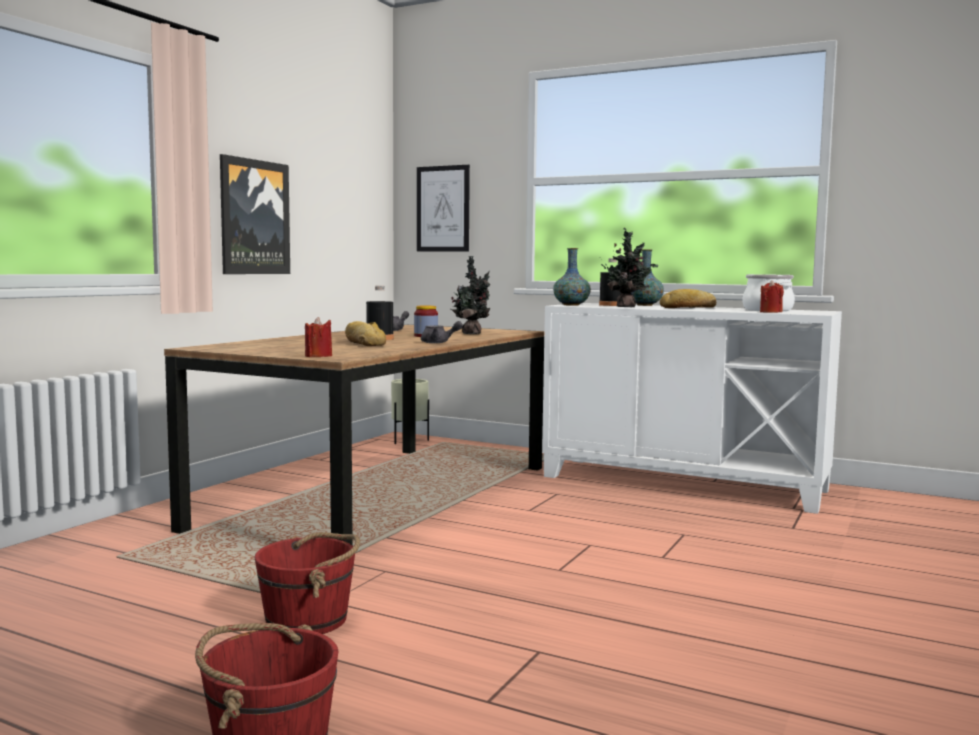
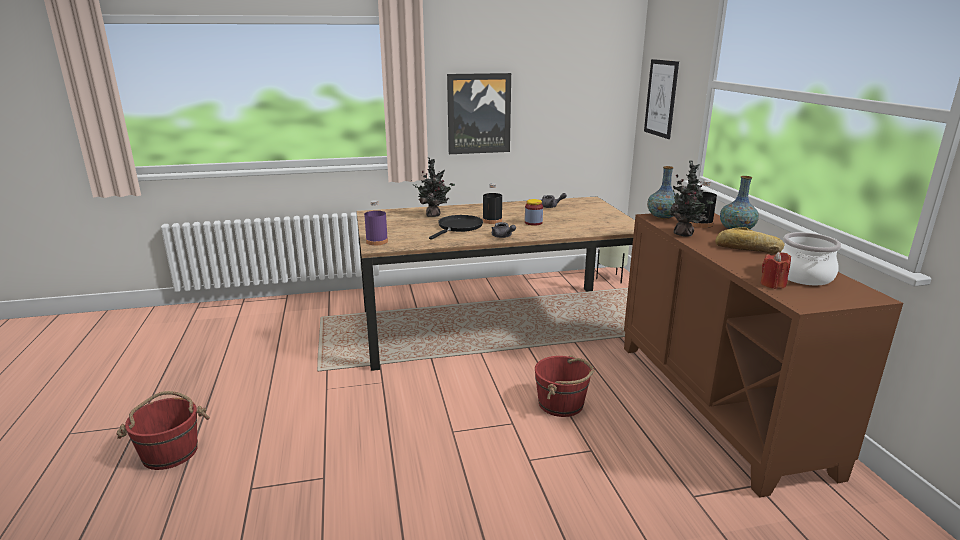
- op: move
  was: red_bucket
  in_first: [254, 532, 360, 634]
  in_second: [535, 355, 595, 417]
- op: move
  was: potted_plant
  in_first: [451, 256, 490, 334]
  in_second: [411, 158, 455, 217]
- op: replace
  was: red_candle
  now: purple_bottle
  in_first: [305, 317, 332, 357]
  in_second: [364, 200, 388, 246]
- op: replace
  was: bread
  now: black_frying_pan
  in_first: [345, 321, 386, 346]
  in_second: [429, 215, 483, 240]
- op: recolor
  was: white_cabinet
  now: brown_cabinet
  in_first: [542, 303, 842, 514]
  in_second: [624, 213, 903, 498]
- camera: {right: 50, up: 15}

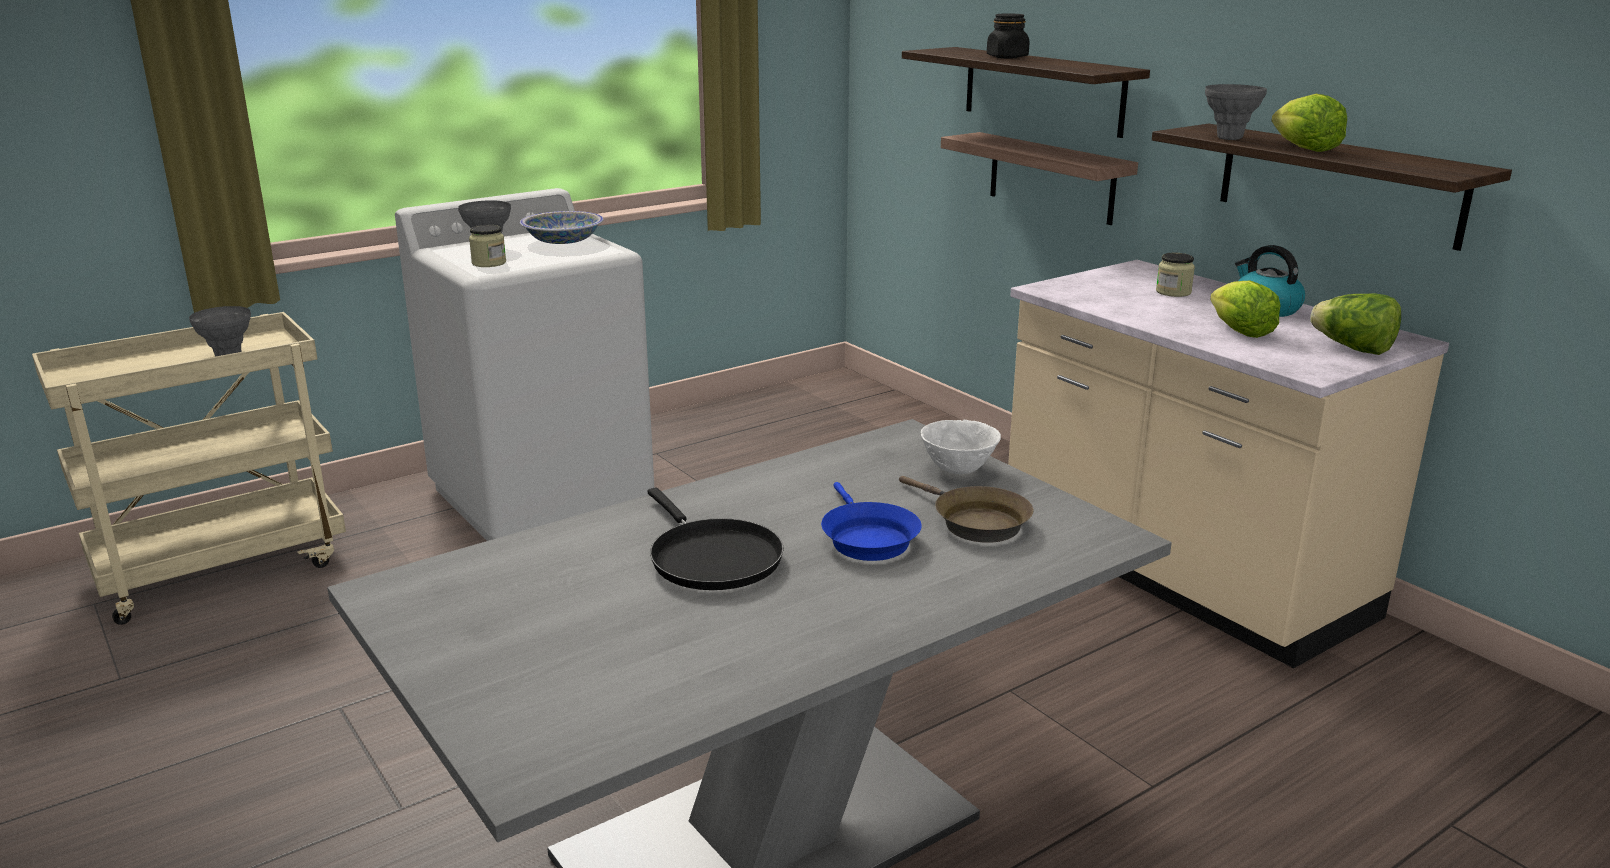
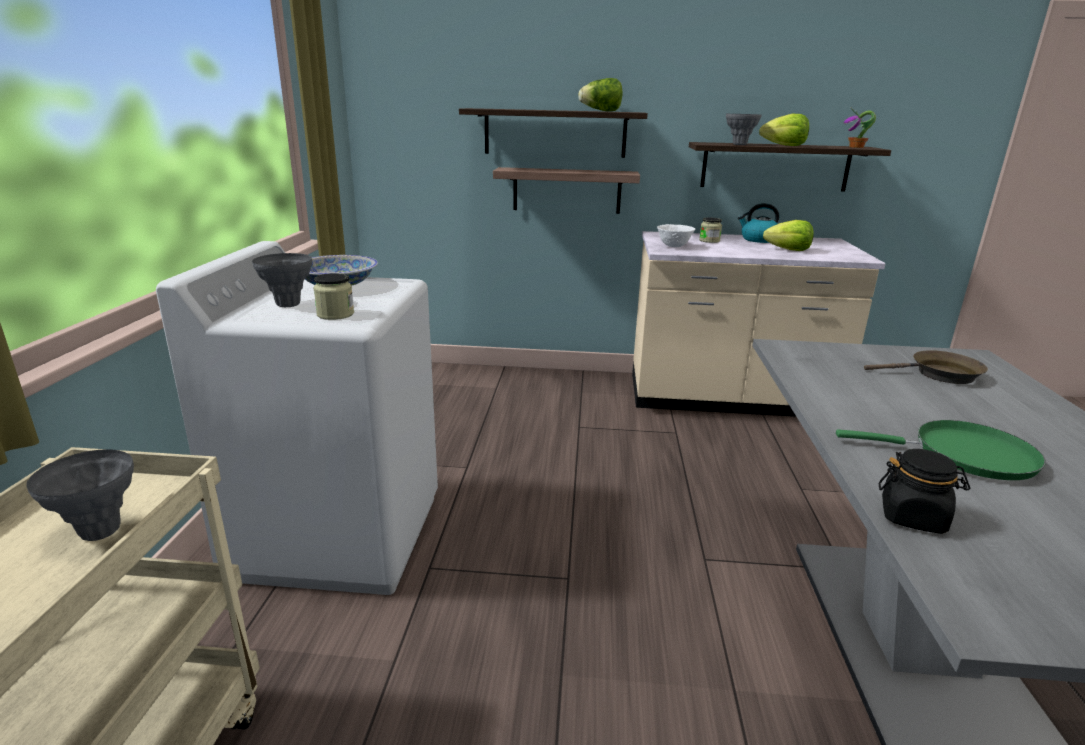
- op: delete
  was: blue_frying_pan
  in_first: [821, 482, 922, 561]
- op: insert
  now: potted_plant
  in_second: [844, 107, 876, 148]
- op: move
  was: white_bowl
  in_first: [921, 420, 1001, 474]
  in_second: [657, 224, 695, 247]
- op: move
  was: black_jar
  in_first: [987, 13, 1030, 58]
  in_second: [878, 449, 970, 534]
- op: move
  was: lettuce
  in_first: [1310, 294, 1401, 355]
  in_second: [578, 78, 622, 111]
- op: recolor
  was: black_frying_pan
  now: green_frying_pan
  in_first: [648, 488, 784, 590]
  in_second: [836, 420, 1046, 480]
- camera: {right: -50, up: 0}

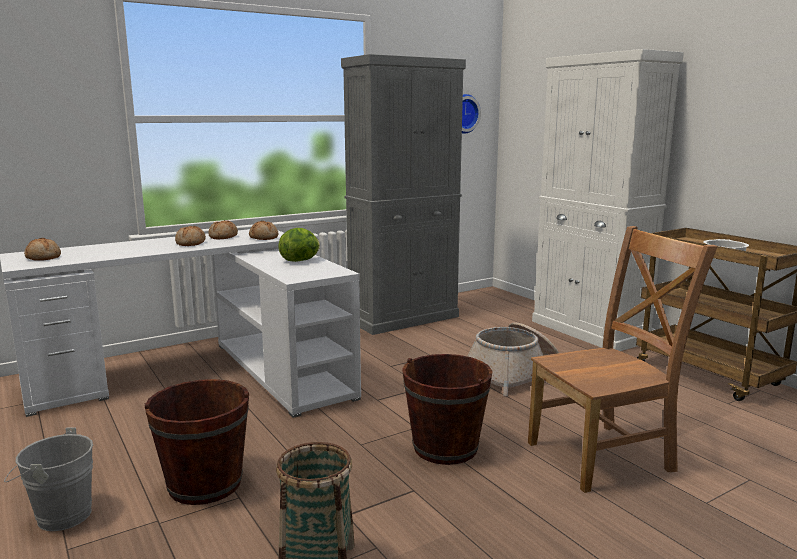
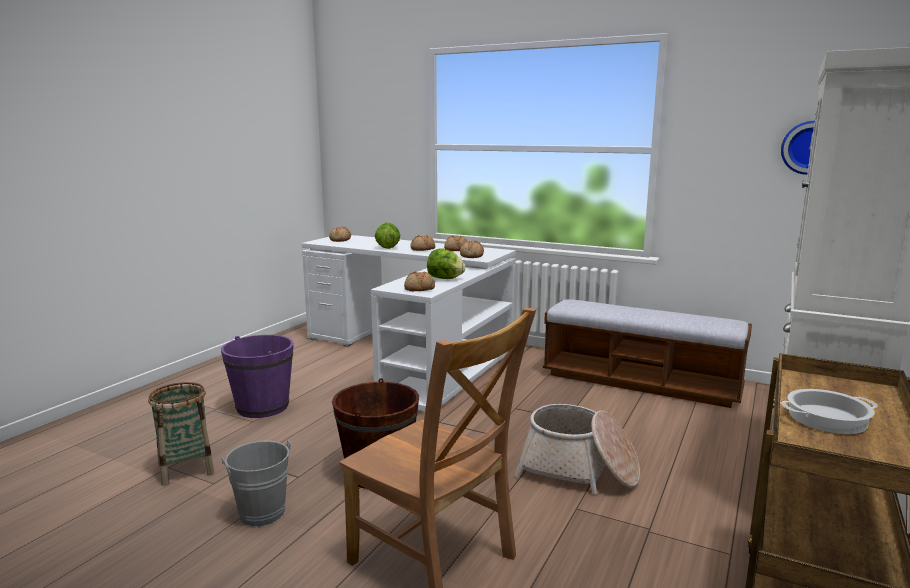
- op: insert
  now: lettuce
  in_second: [375, 222, 400, 249]
- op: insert
  now: bread
  in_second: [404, 271, 435, 291]
- op: move
  was: grey_bucket
  in_first: [4, 427, 93, 531]
  in_second: [222, 440, 291, 527]
- op: replace
  was: grey_cabinet
  now: bench
  in_first: [341, 54, 466, 335]
  in_second: [543, 299, 752, 408]
- op: recolor
  was: brown_bucket
  now: purple_bucket
  in_first: [145, 379, 249, 505]
  in_second: [221, 335, 294, 418]
- camera: {right: 60, up: 0}

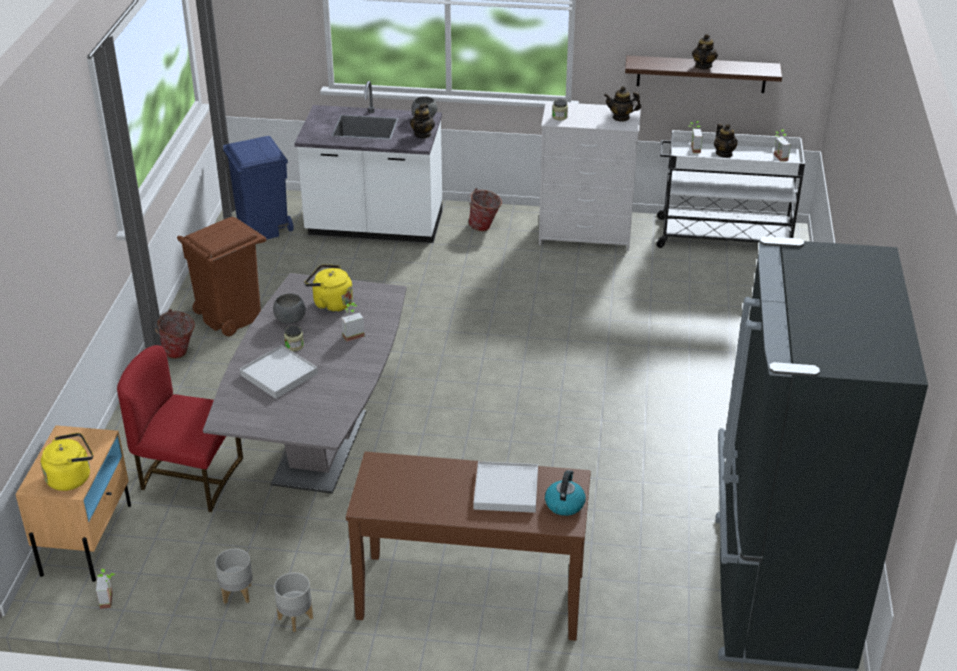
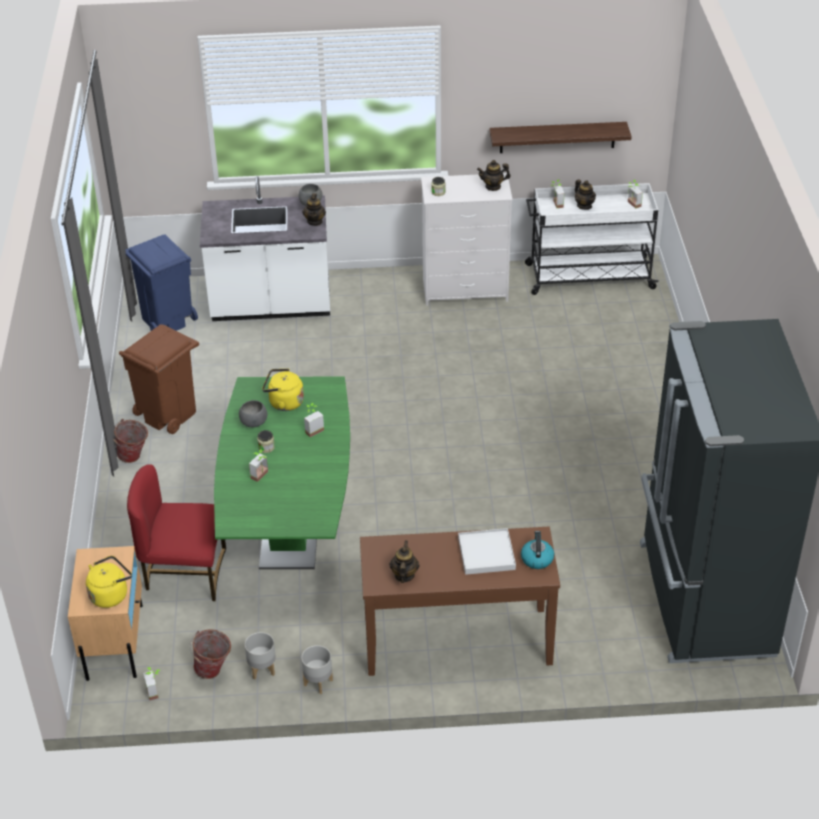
- op: move
  was: bucket
  in_first: [468, 188, 502, 231]
  in_second: [190, 629, 231, 679]
- op: move
  was: teapot
  in_first: [692, 34, 718, 69]
  in_second: [389, 541, 420, 583]
- op: replace
  was: white_tray
  now: potted_plant
  in_first: [240, 345, 318, 399]
  in_second: [249, 450, 268, 482]
- op: recolor
  was: grey_dining_table
  now: green_dining_table
  in_first: [203, 273, 407, 494]
  in_second: [214, 376, 350, 569]
- camera: {right: -10, up: 5}

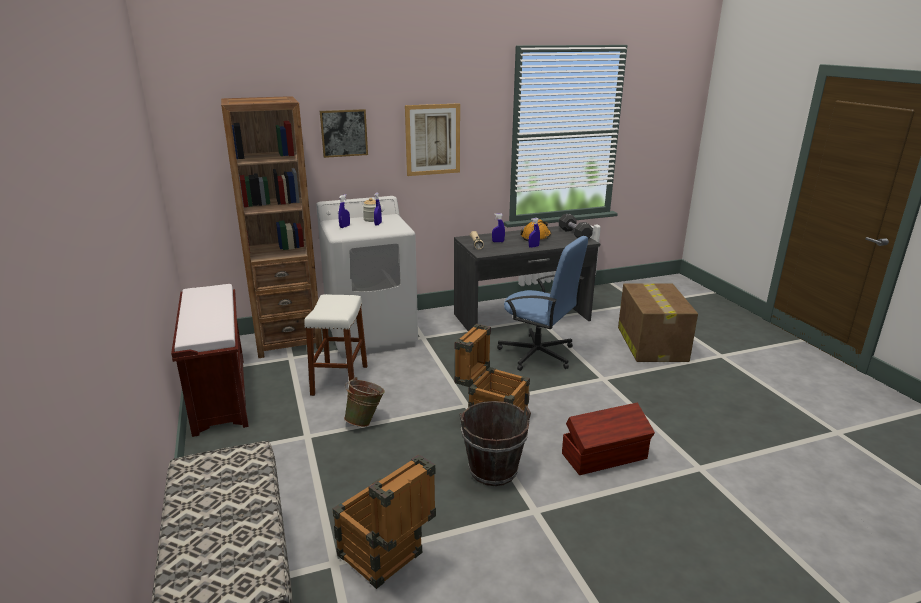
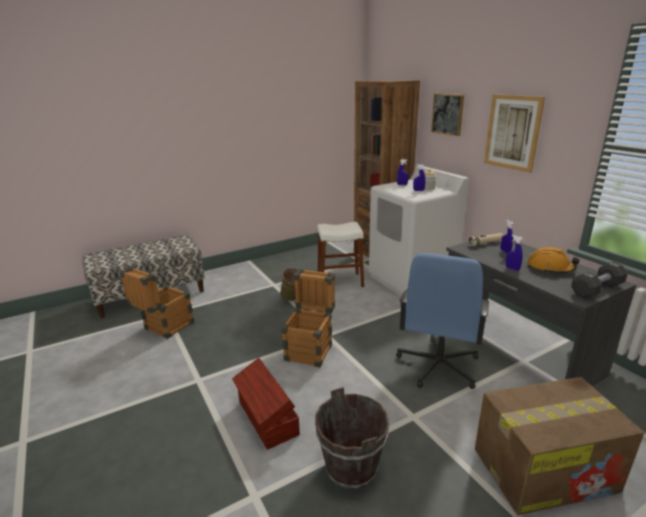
- op: delete
  was: brown_bench
  in_first: [171, 284, 249, 437]
- op: move
  was: brown_bucket
  in_first: [459, 401, 531, 486]
  in_second: [315, 387, 390, 489]
- camera: {right: 80, up: 0}

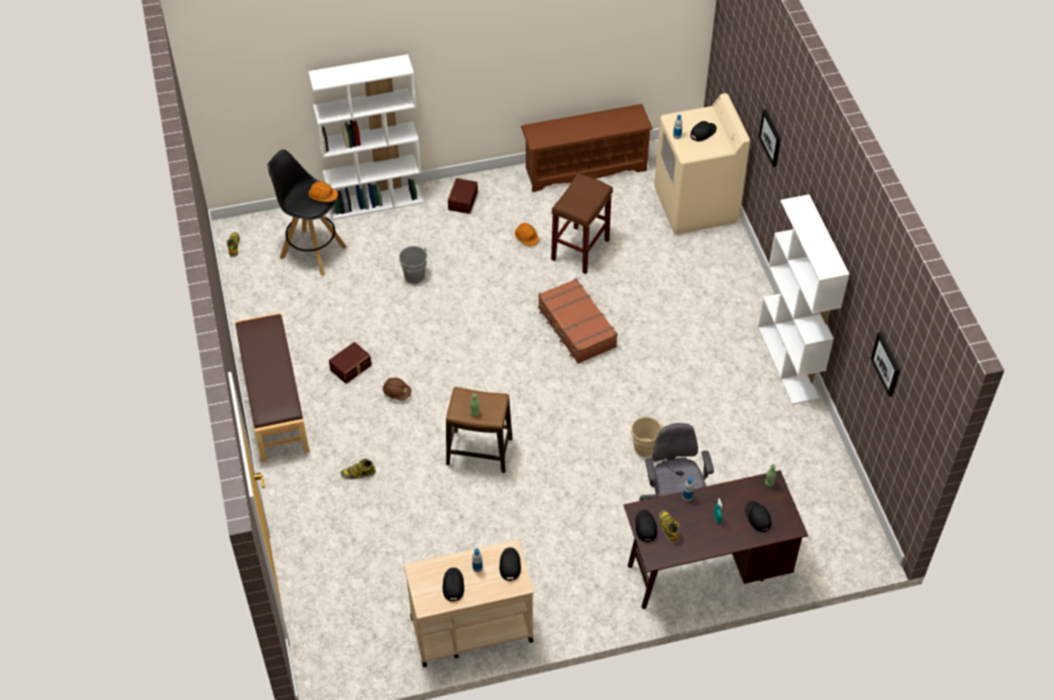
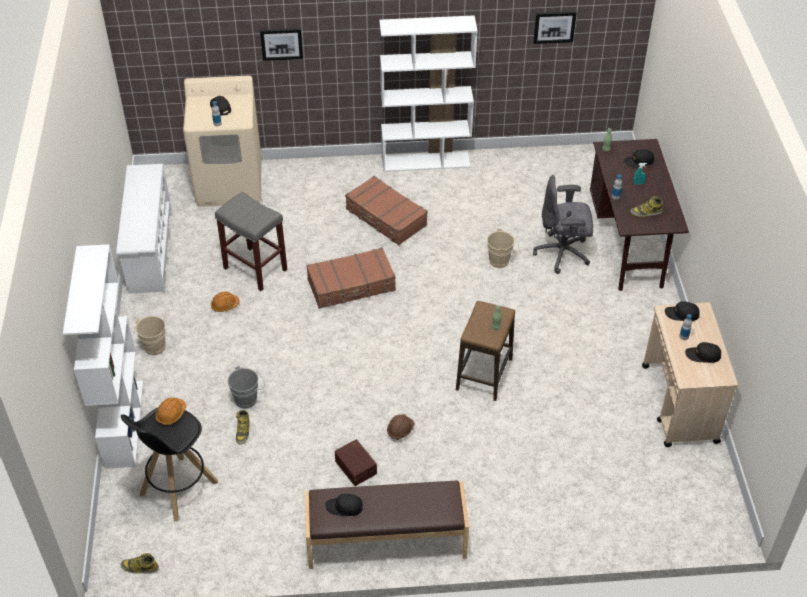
- op: insert
  now: brown_suitcase
  in_second: [345, 176, 428, 245]
- op: move
  was: boot
  in_first: [340, 458, 376, 480]
  in_second: [236, 410, 250, 445]
- op: move
  was: black_cap
  in_first: [635, 510, 657, 542]
  in_second: [325, 494, 363, 516]
- op: replace
  was: brown_storage_box
  now: beige_bucket
  in_first: [448, 178, 478, 214]
  in_second: [133, 316, 166, 355]
- op: recolor
  was: brown_shoe_rack
  now: white_shoe_rack
  in_first: [521, 104, 653, 192]
  in_second: [116, 164, 172, 294]
- op: recolor
  was: brown_stool
  now: grey_stool
  in_first: [551, 173, 613, 274]
  in_second: [215, 192, 287, 291]
- camera: {right: -80, up: -5}

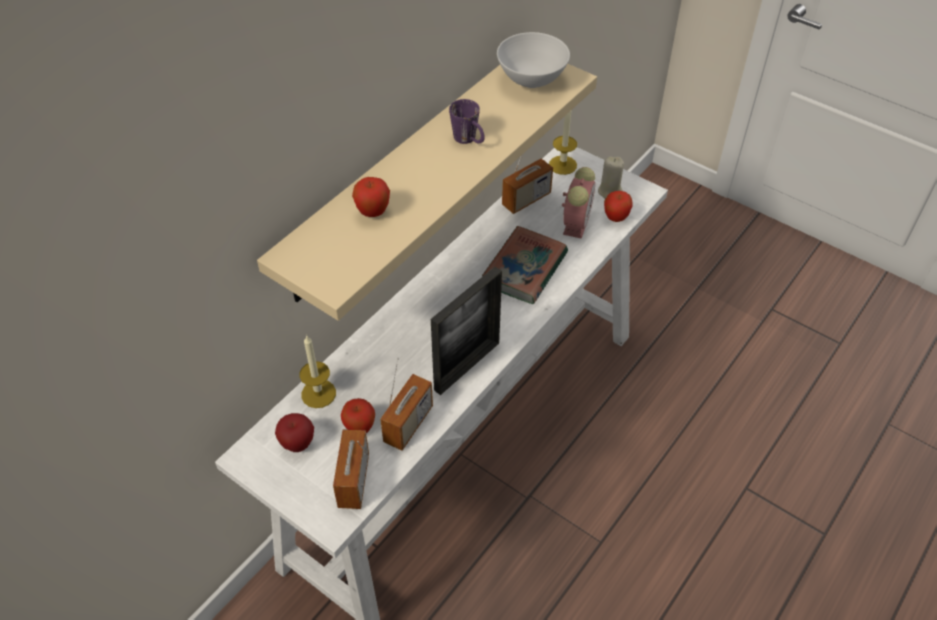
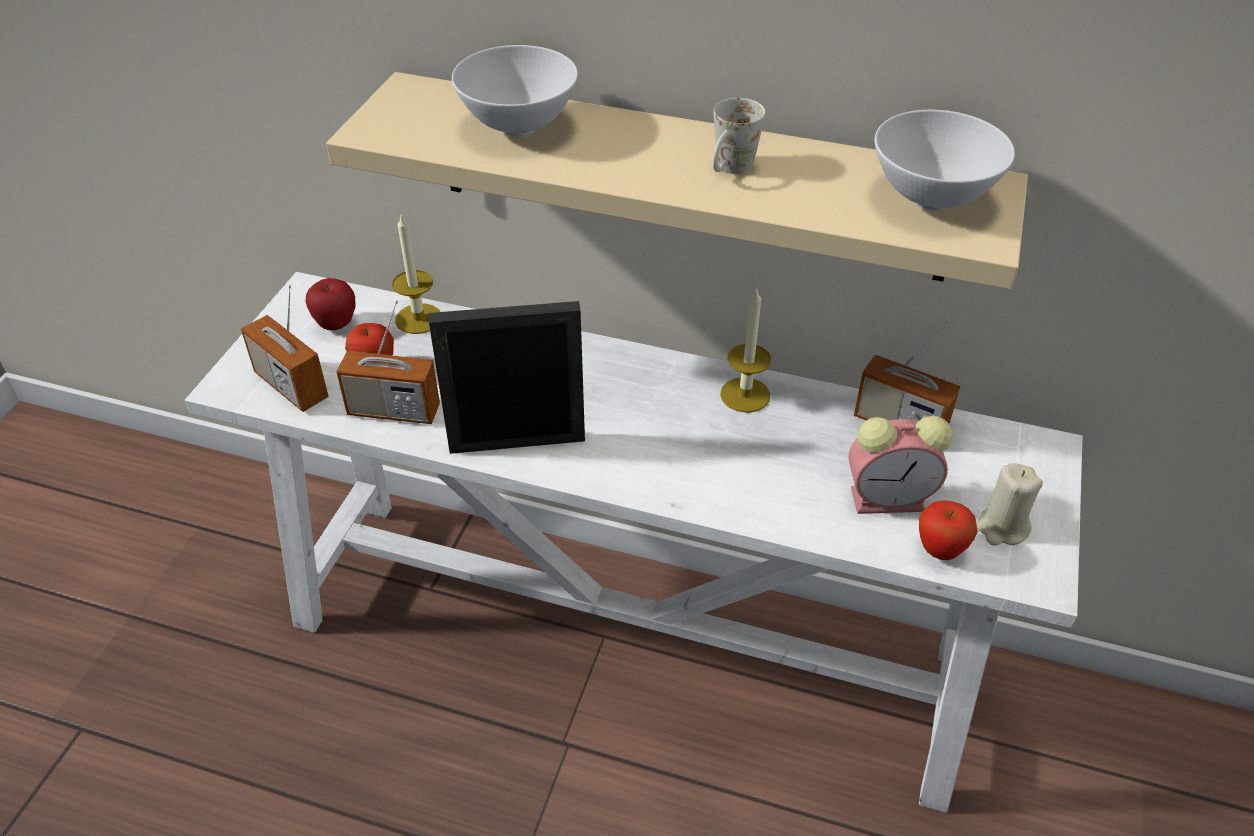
- op: delete
  was: book
  in_first: [482, 226, 568, 304]
- op: move
  was: candle
  in_first: [549, 110, 577, 175]
  in_second: [720, 288, 771, 413]
- op: replace
  was: apple
  now: white_bowl
  in_first: [352, 177, 390, 217]
  in_second: [452, 45, 578, 136]
- op: recolor
  was: purple_mug
  now: white_mug
  in_first: [449, 99, 485, 144]
  in_second: [713, 98, 765, 174]
- op: rotate
  was: radio
  in_first: [333, 429, 369, 509]
  in_second: [241, 285, 329, 412]
  clockwise: -120
- op: rotate
  was: picture_frame
  in_first: [431, 267, 502, 395]
  in_second: [429, 301, 585, 454]
  clockwise: 150
- camera: {right: 70, up: -5}

